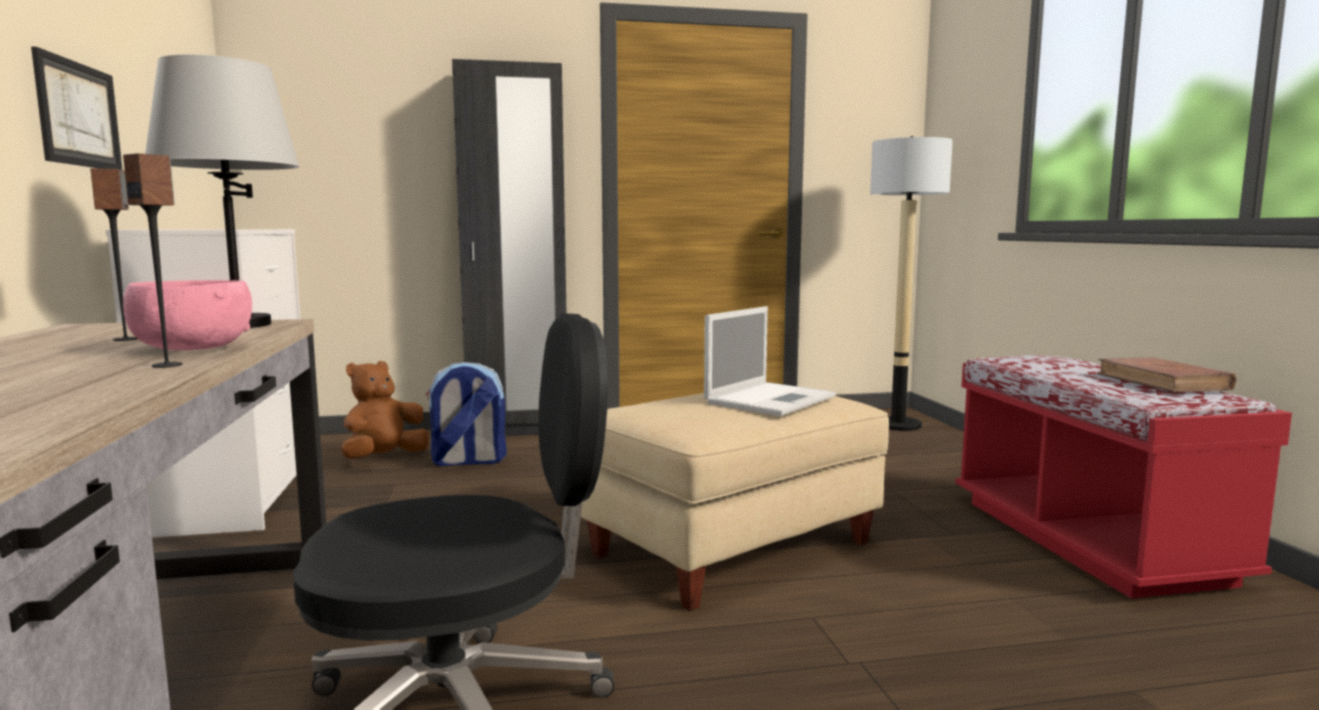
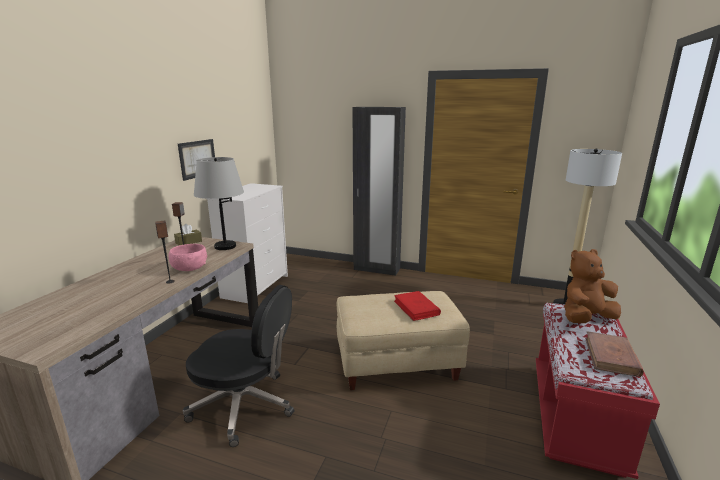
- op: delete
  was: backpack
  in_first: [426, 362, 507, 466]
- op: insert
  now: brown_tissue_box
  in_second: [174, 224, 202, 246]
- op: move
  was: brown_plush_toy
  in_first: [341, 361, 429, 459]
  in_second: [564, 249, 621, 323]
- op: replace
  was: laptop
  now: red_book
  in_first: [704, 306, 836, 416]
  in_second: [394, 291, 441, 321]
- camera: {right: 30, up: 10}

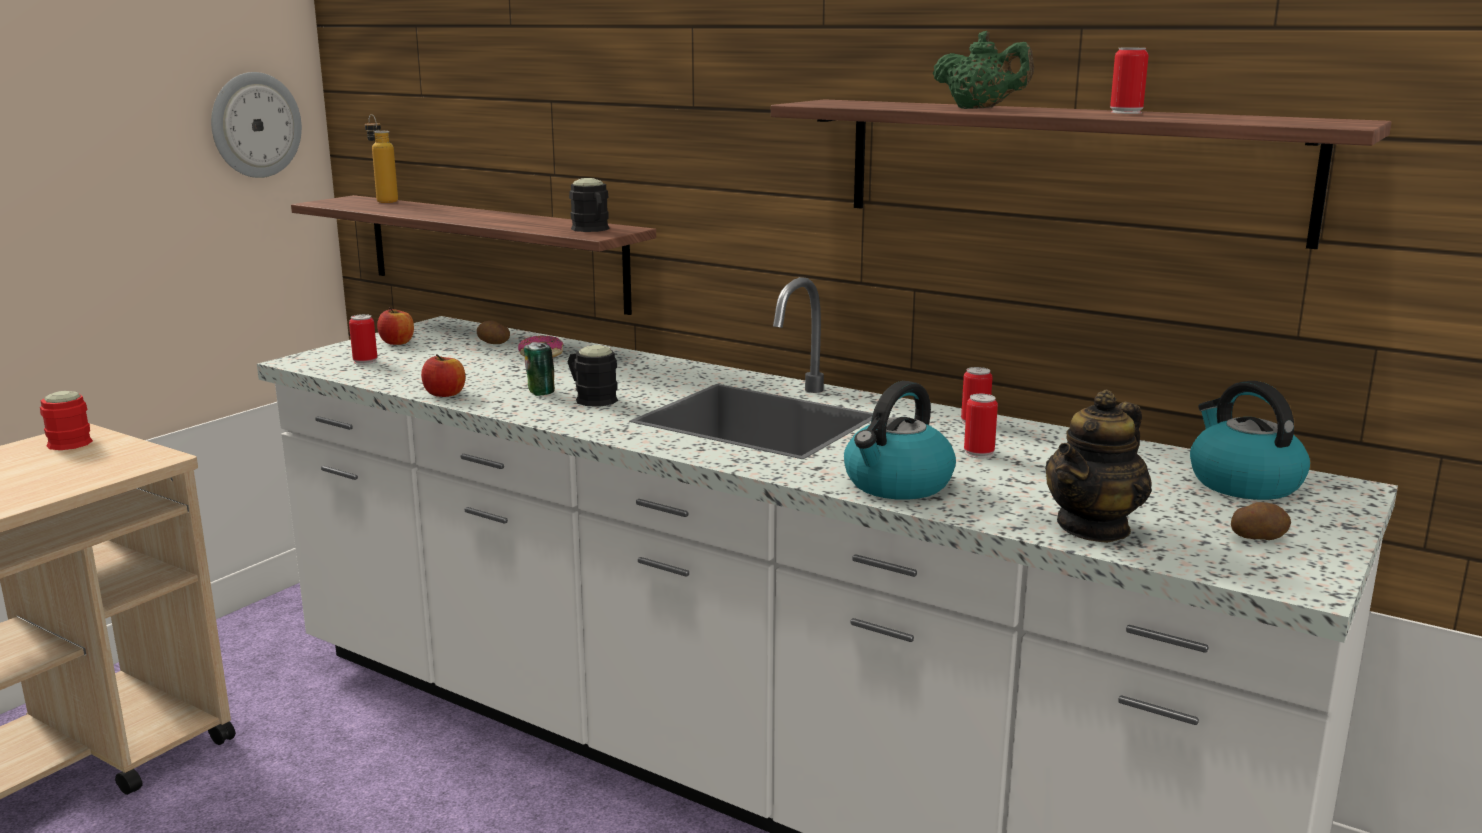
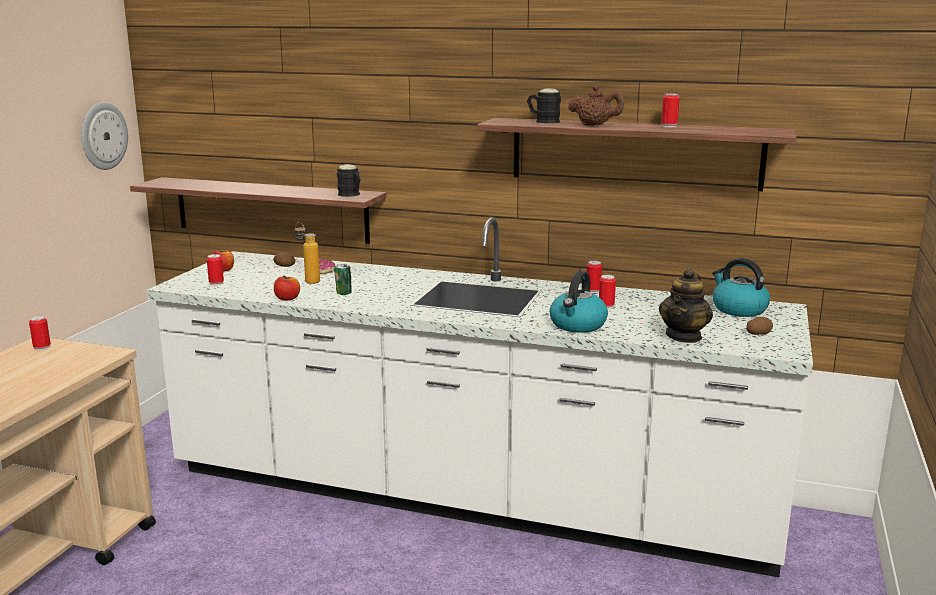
- op: move
  was: bottle
  in_first: [365, 114, 398, 203]
  in_second: [295, 222, 320, 284]
- op: move
  was: black_mug
  in_first: [568, 345, 618, 406]
  in_second: [527, 88, 561, 123]
- op: replace
  was: red_mug
  now: can
  in_first: [40, 391, 93, 450]
  in_second: [29, 316, 51, 350]
- op: recolor
  was: green_teapot
  now: brown_teapot
  in_first: [933, 31, 1034, 109]
  in_second: [569, 85, 624, 126]
- camera: {right: -15, up: 0}

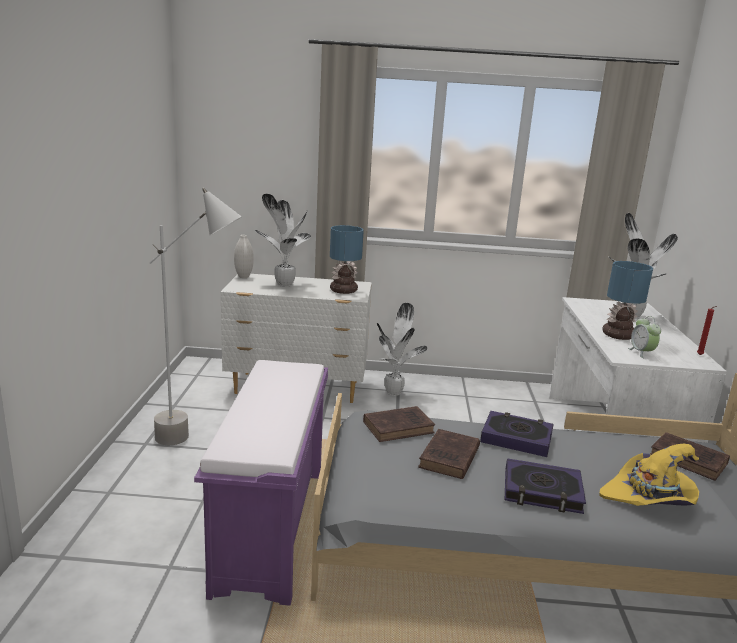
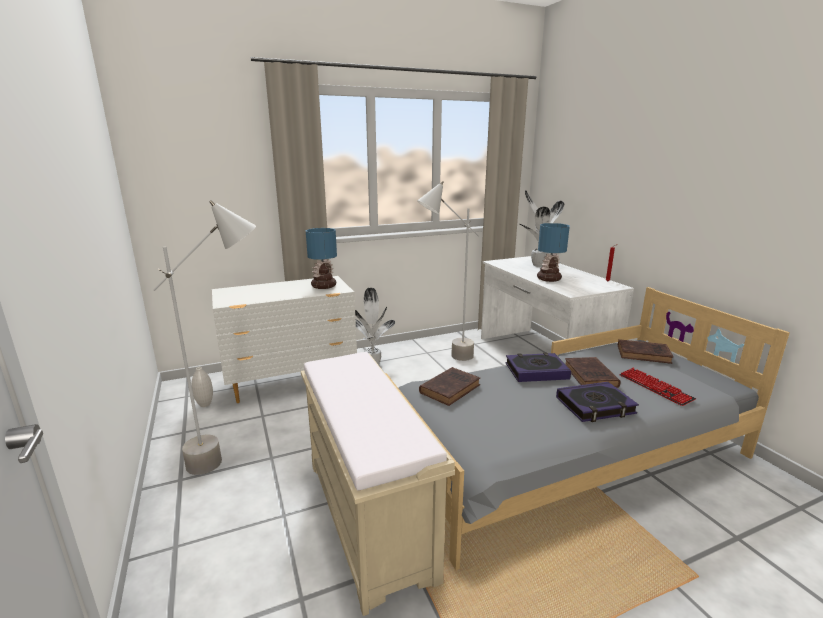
- op: delete
  was: potted_plant
  in_first: [255, 194, 311, 287]
- op: delete
  was: alarm_clock
  in_first: [628, 316, 661, 358]
- op: insert
  now: grey_floor_lamp
  in_second: [417, 181, 479, 361]
- op: move
  was: white_vase
  in_first: [234, 235, 254, 278]
  in_second: [191, 367, 213, 407]
- op: move
  was: brown_book
  in_first: [418, 429, 480, 479]
  in_second: [565, 357, 621, 388]
- op: replace
  was: yellow_hat
  now: keyboard
  in_first: [600, 444, 699, 506]
  in_second: [619, 368, 696, 406]
- op: recolor
  was: purple_bench
  now: beige_bench
  in_first: [194, 360, 328, 606]
  in_second: [301, 352, 455, 616]
- camera: {right: -25, up: 0}

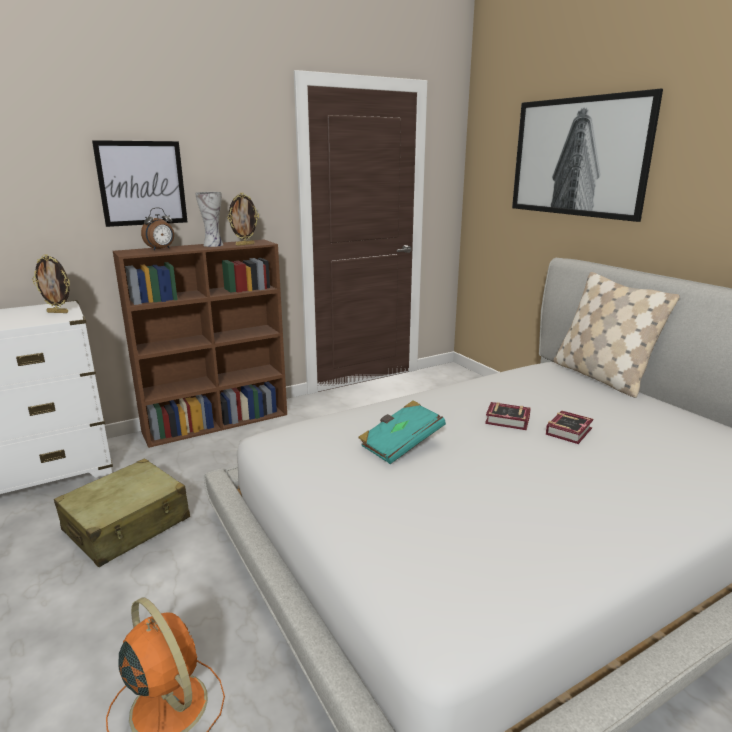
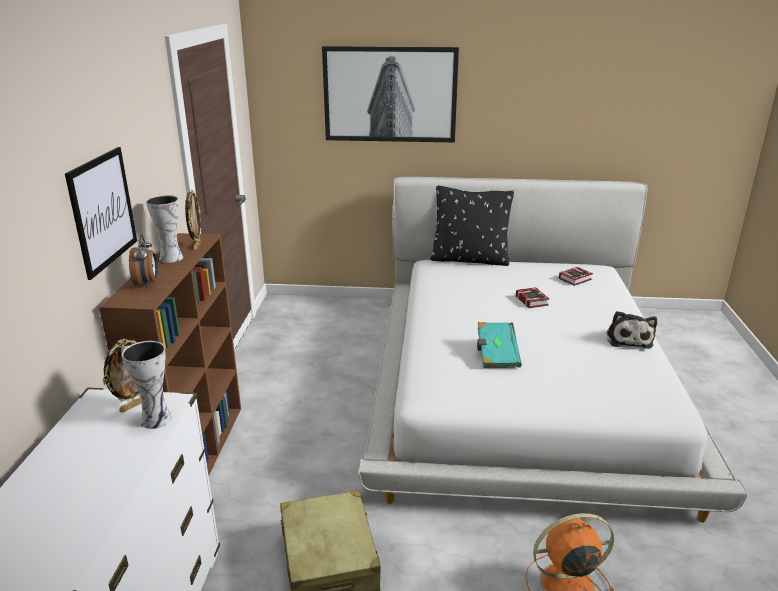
- op: insert
  now: vase
  in_second: [122, 341, 172, 429]
- op: insert
  now: plush_toy
  in_second: [607, 311, 657, 349]
- op: move
  was: book
  in_first: [485, 402, 531, 430]
  in_second: [559, 267, 593, 286]
- op: recolor
  was: beige_pillow
  now: black_pillow
  in_first: [553, 272, 680, 398]
  in_second: [430, 185, 514, 266]
- camera: {right: -55, up: 5}

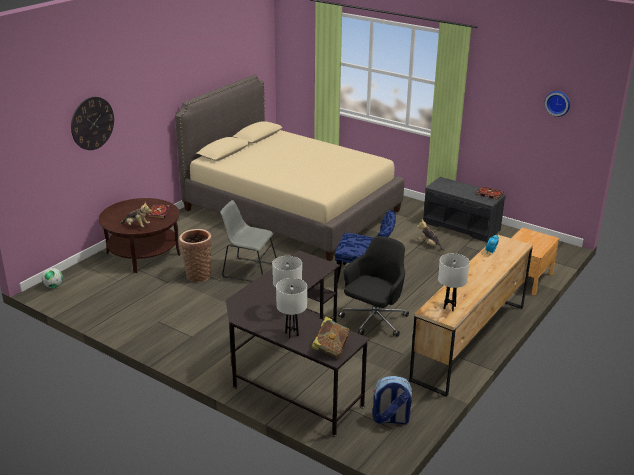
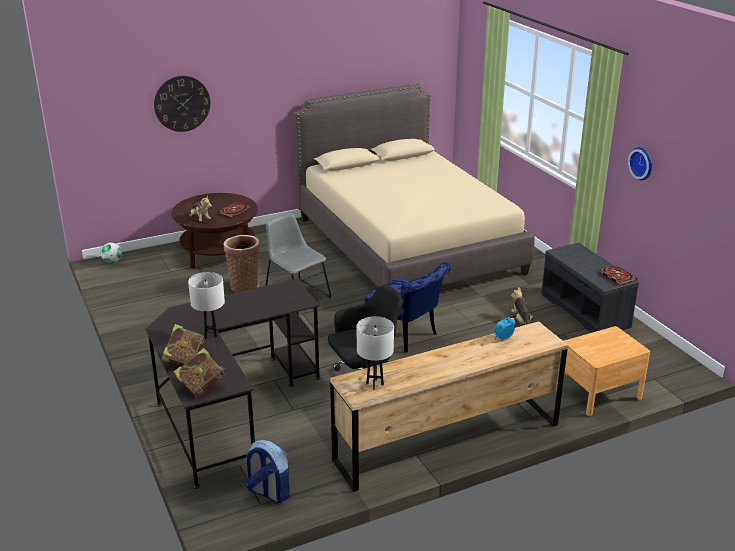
- op: move
  was: wall_clock
  in_first: [544, 91, 570, 117]
  in_second: [628, 147, 652, 180]
- op: replace
  was: white_table_lamp
  now: book
  in_first: [276, 278, 307, 339]
  in_second: [161, 324, 204, 366]
- camera: {right: 30, up: 0}

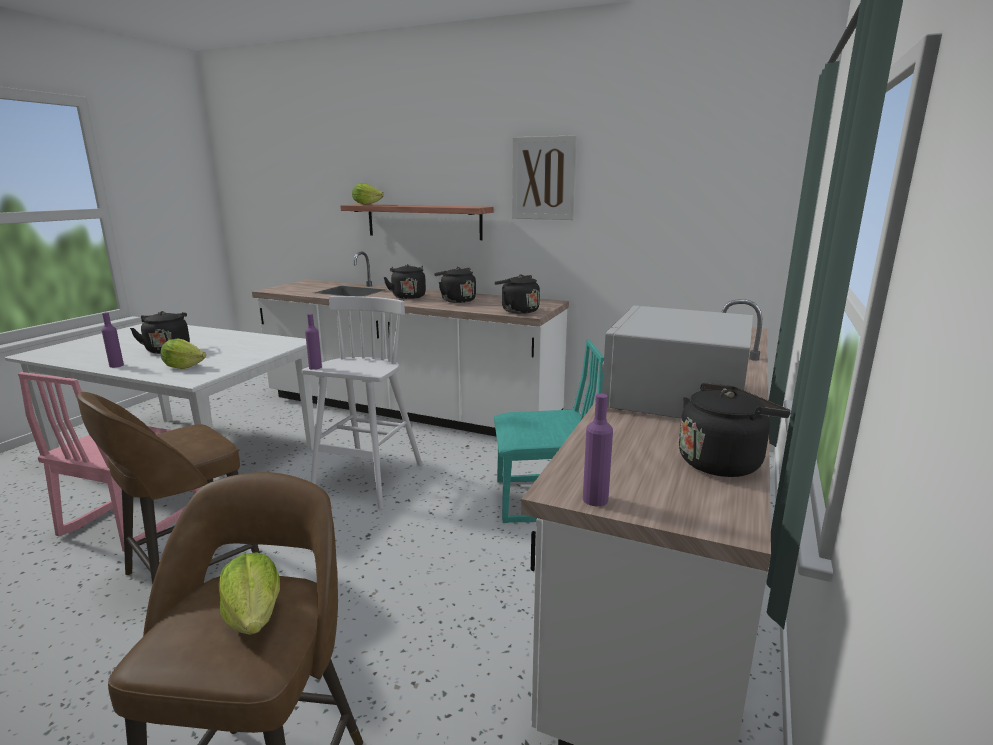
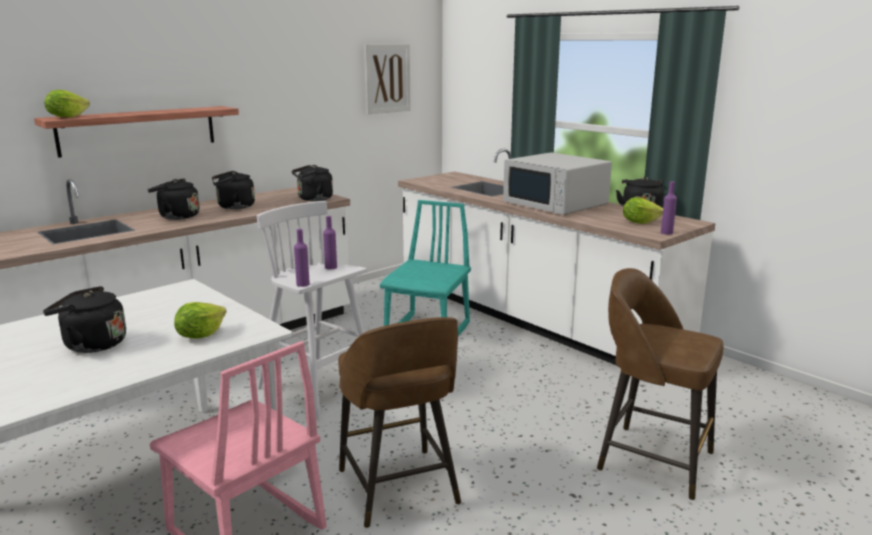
- op: move
  was: purple_bottle
  in_first: [102, 312, 124, 368]
  in_second: [323, 216, 337, 269]
- op: move
  was: lettuce
  in_first: [219, 552, 280, 635]
  in_second: [623, 197, 663, 224]
- op: move
  was: picture
  in_first: [512, 135, 577, 220]
  in_second: [364, 44, 410, 114]
- camera: {right: -65, up: 0}

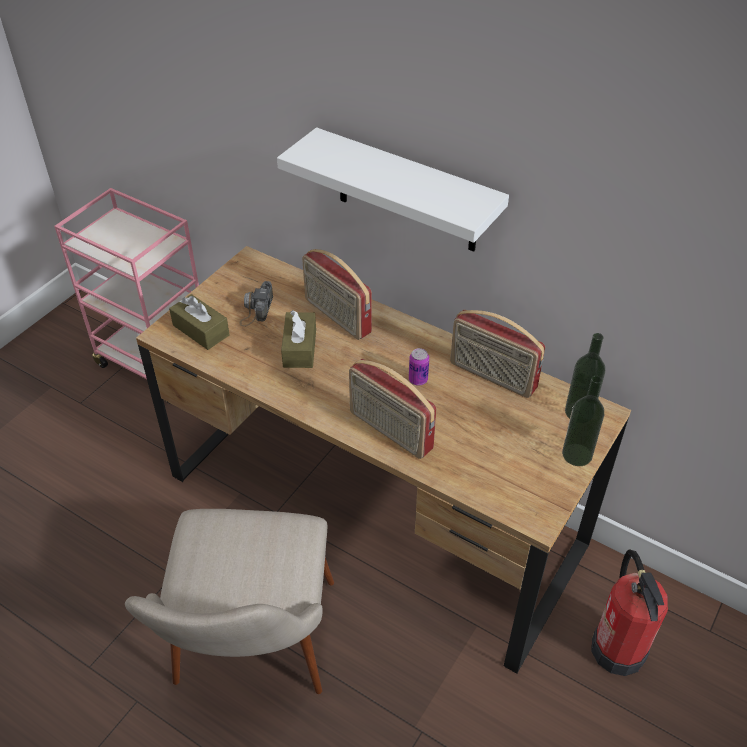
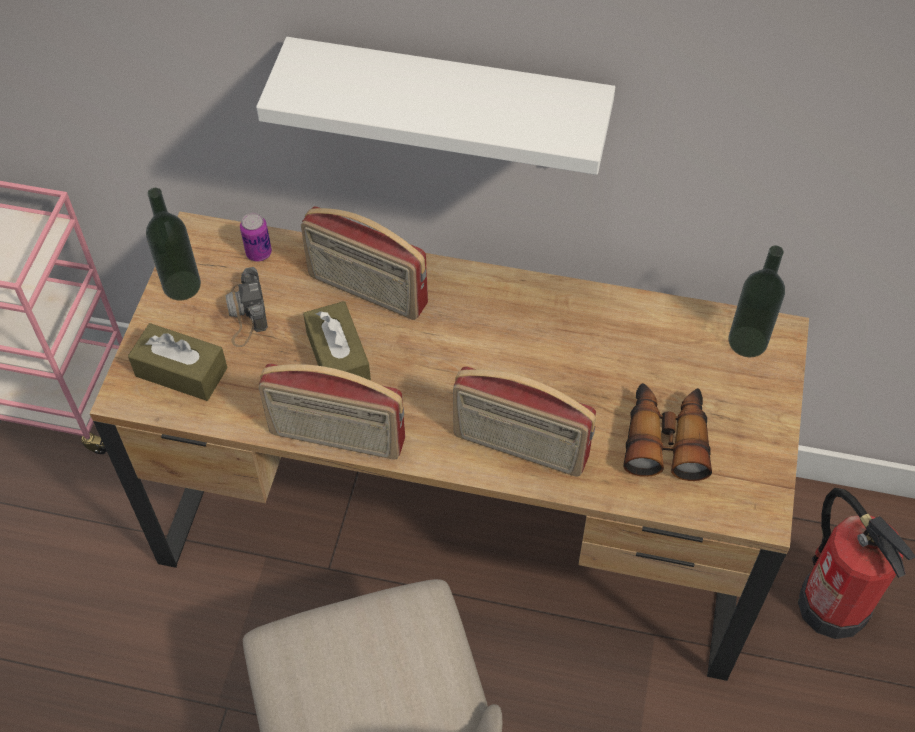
- op: insert
  now: binoculars
  in_second: [623, 383, 712, 481]
- op: move
  was: can
  in_first: [409, 348, 429, 386]
  in_second: [240, 213, 272, 262]
- op: move
  was: radio
  in_first: [450, 310, 545, 398]
  in_second: [259, 364, 405, 459]
- op: move
  was: bottle
  in_first: [562, 376, 604, 466]
  in_second: [146, 188, 201, 300]
- camera: {right: -20, up: 10}

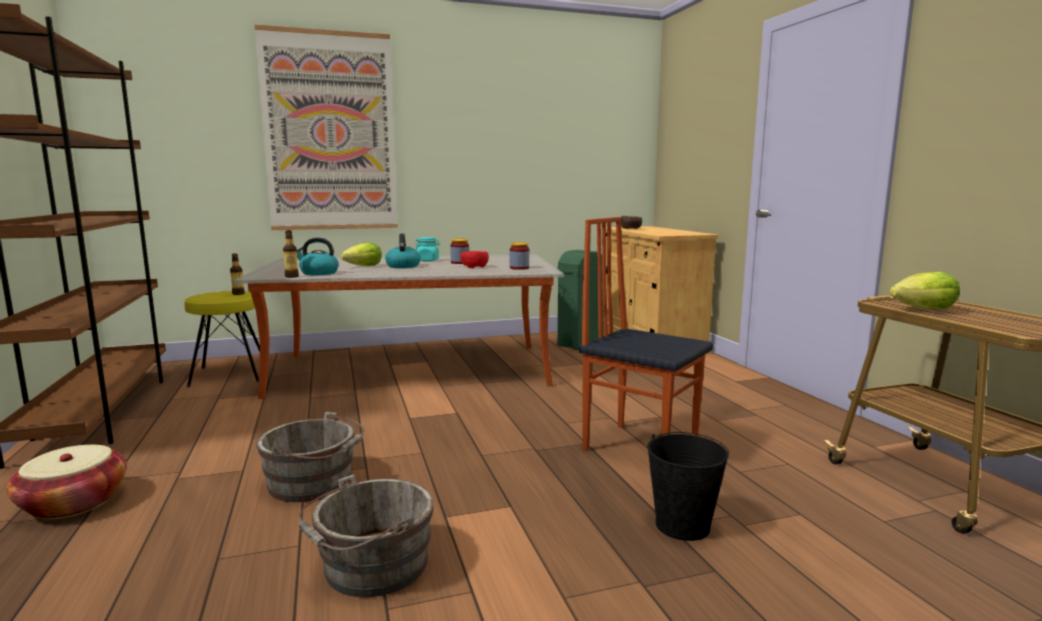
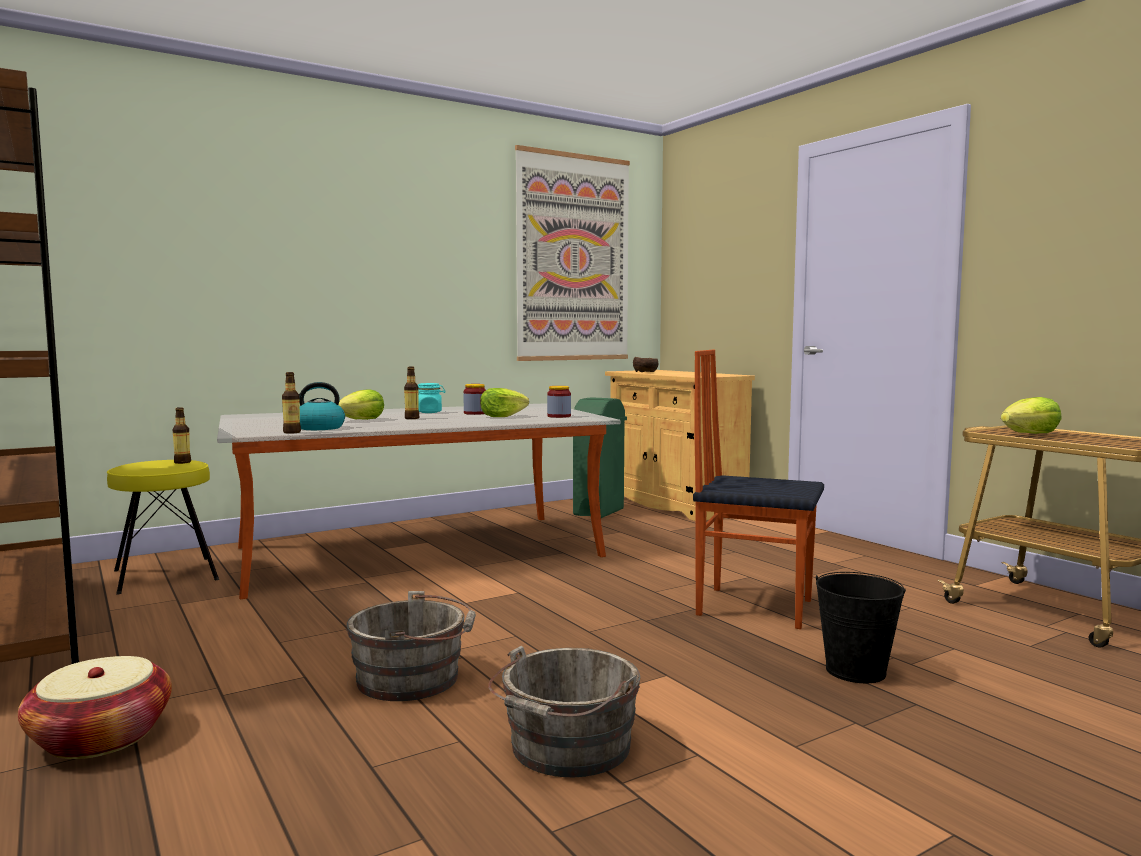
- op: move
  was: picture
  in_first: [254, 25, 398, 230]
  in_second: [515, 145, 630, 361]
- op: replace
  was: kettle
  now: bottle
  in_first: [385, 233, 420, 268]
  in_second: [404, 367, 419, 419]
- op: replace
  was: red_bowl
  now: lettuce
  in_first: [461, 251, 489, 268]
  in_second: [480, 388, 529, 417]
- camera: {right: -15, up: -5}

